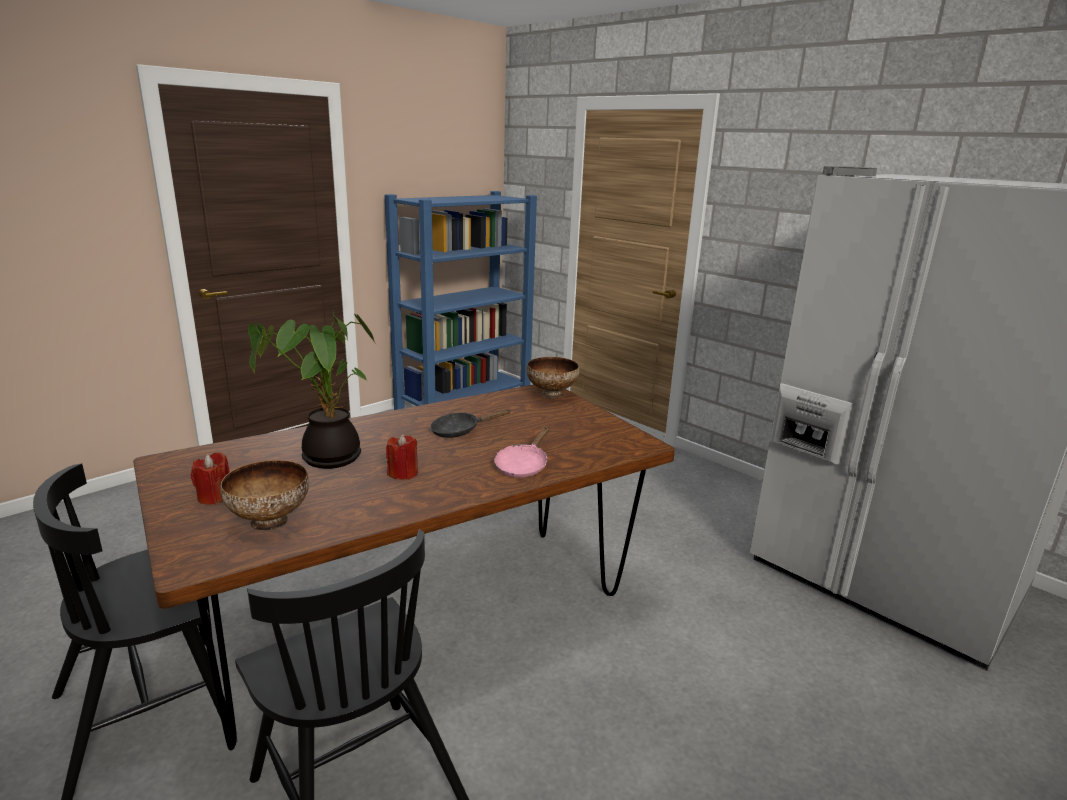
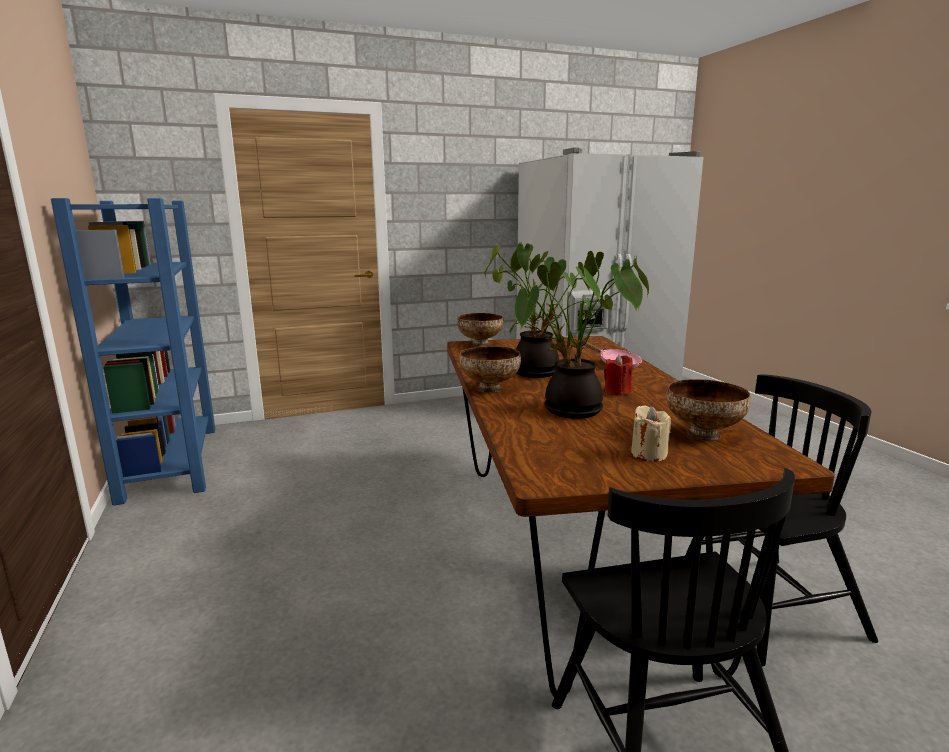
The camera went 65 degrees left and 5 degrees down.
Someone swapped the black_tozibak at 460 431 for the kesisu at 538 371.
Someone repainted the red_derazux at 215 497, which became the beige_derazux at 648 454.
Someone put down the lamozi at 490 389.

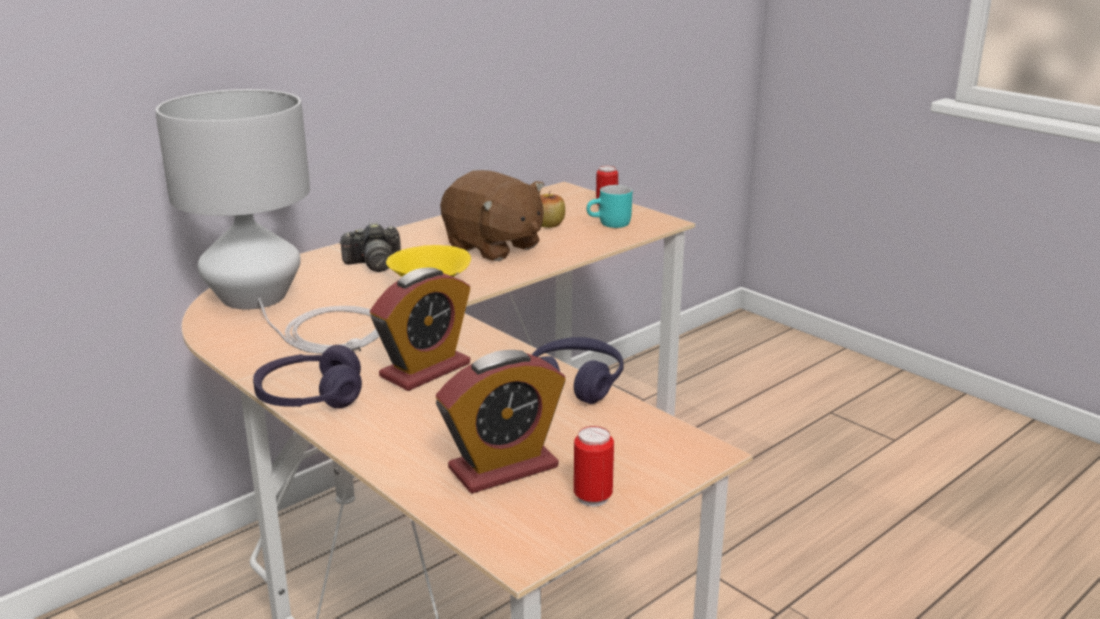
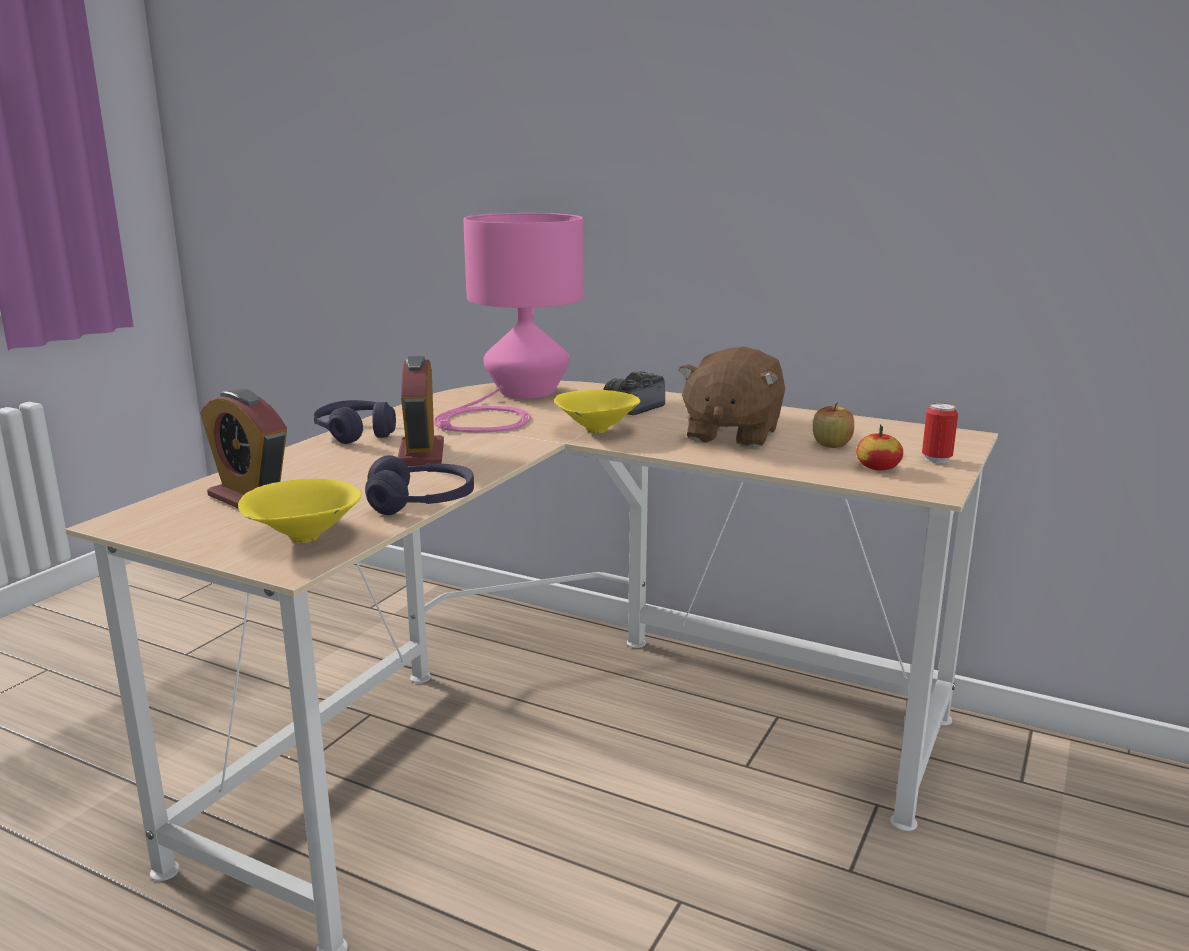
The camera went 70 degrees right and 5 degrees down.
Someone repainted the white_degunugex at 284 309, which became the pink_degunugex at 510 402.
Someone swapped the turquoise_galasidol at 610 224 for the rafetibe at 878 468.
Someone rotated the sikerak at 374 264 by 75 degrees clockwise.
Someone rotated the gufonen at 425 370 by 60 degrees clockwise.
Someone took away the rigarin at 592 497.
Someone put down the yellow_lamozi at 302 539.

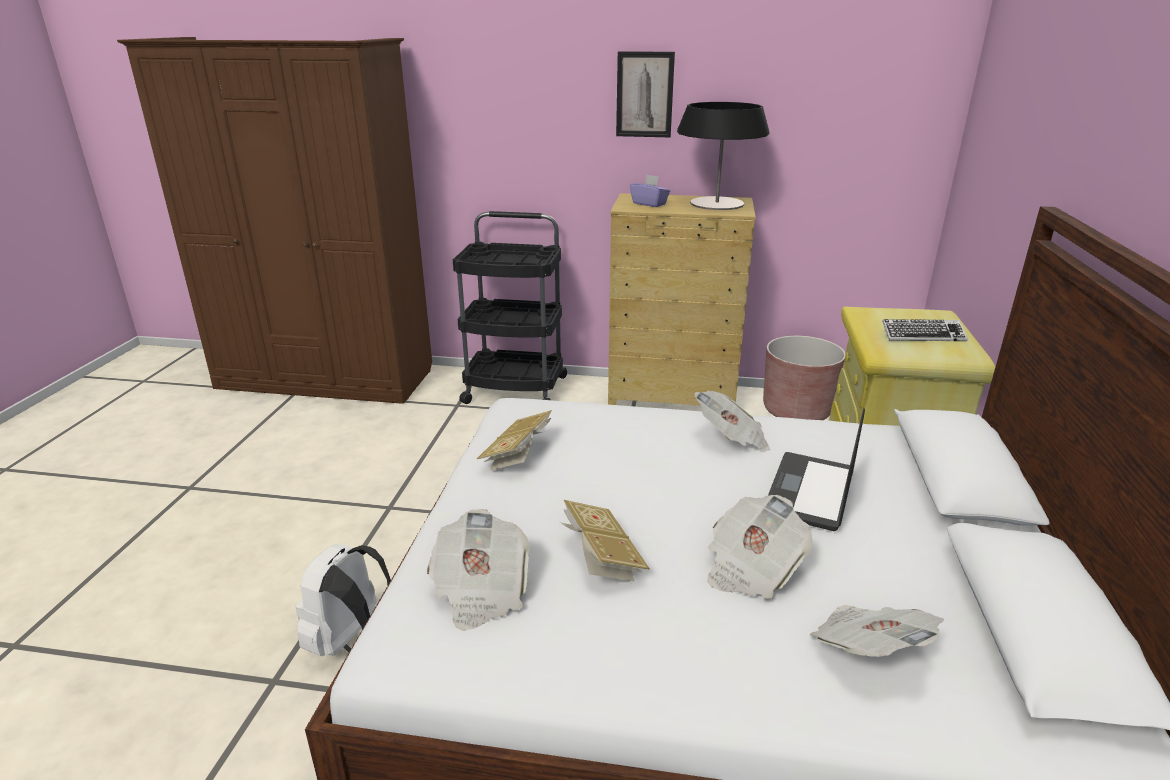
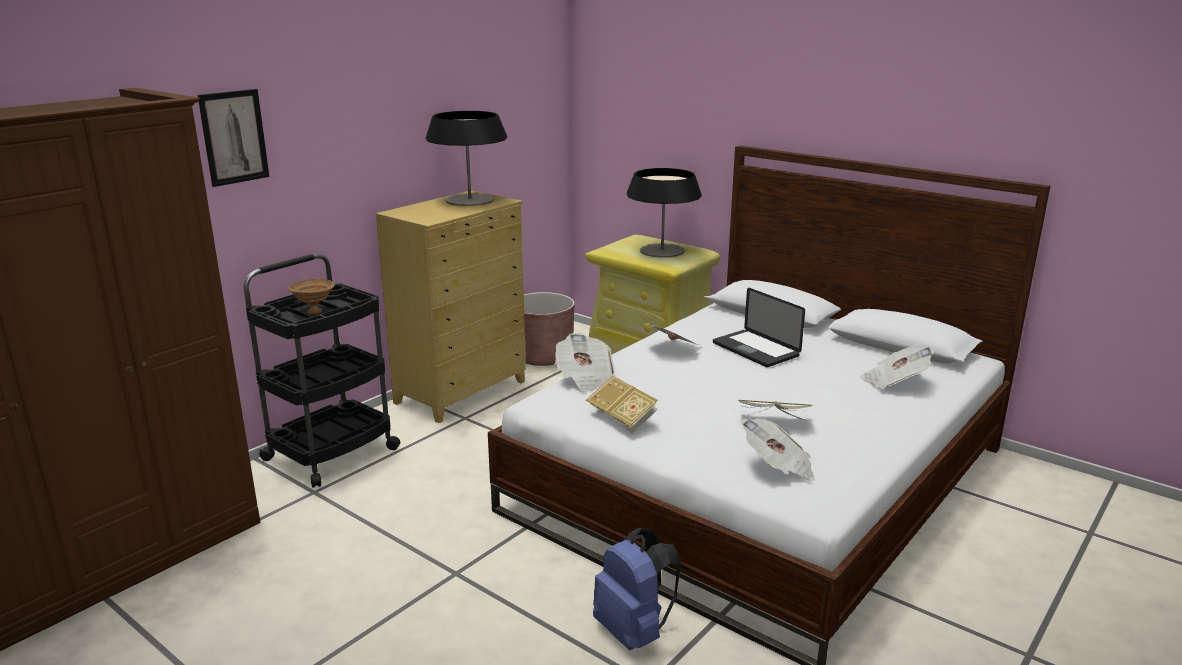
The camera went 60 degrees left and 5 degrees down.
Someone carried the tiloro from 644 95 to 234 137.
Someone took away the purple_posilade at 649 204.
Someone swapped the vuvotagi at 922 335 for the degunugex at 662 250.
Someone carried the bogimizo from 751 568 to 585 378.
Someone repainted the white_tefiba at 352 642, which became the blue_tefiba at 634 631.
Someone put down the brown_lamozi at 313 311.

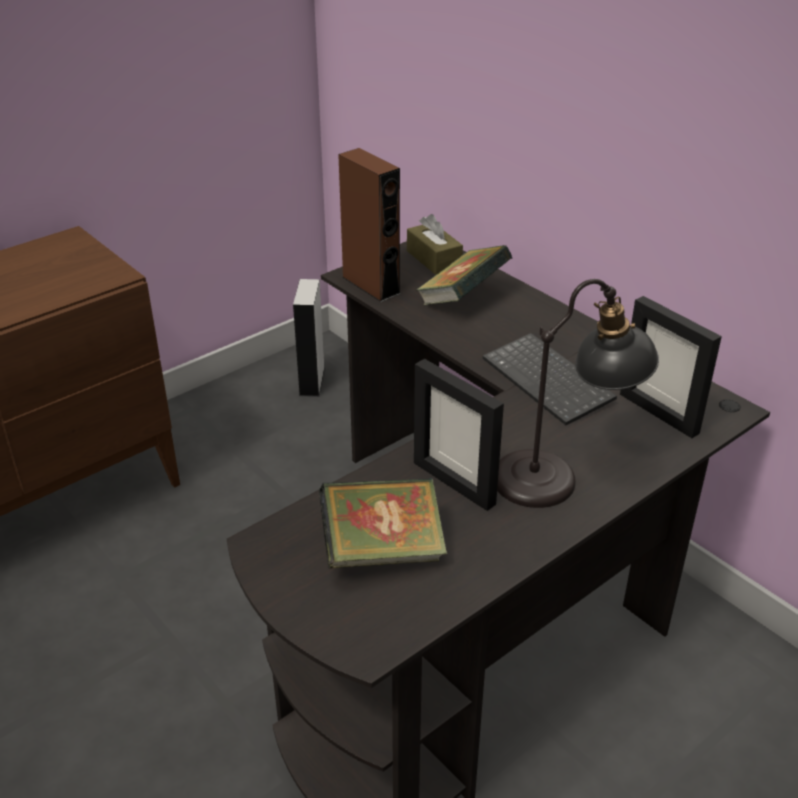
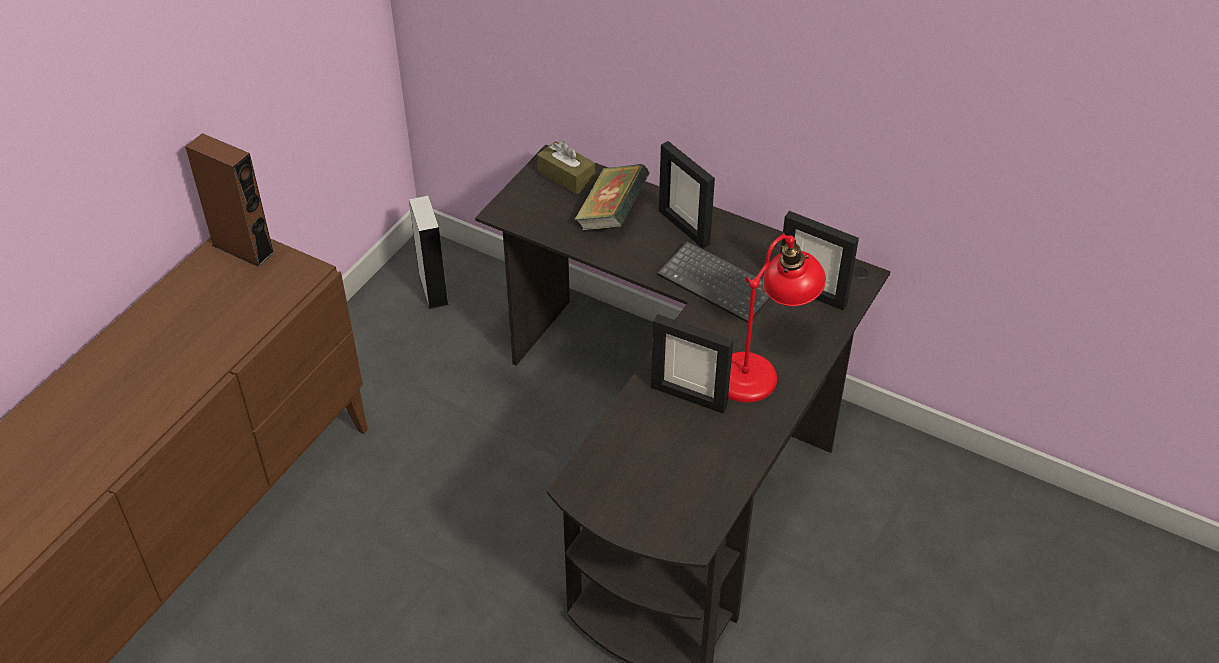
The camera went 20 degrees left and 10 degrees up.
Someone carried the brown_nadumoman from 371 285 to 243 248.
Someone repainted the grey_degunugex at 564 468, which became the red_degunugex at 762 362.
Someone took away the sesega at 382 551.
Someone put down the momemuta at 685 227.

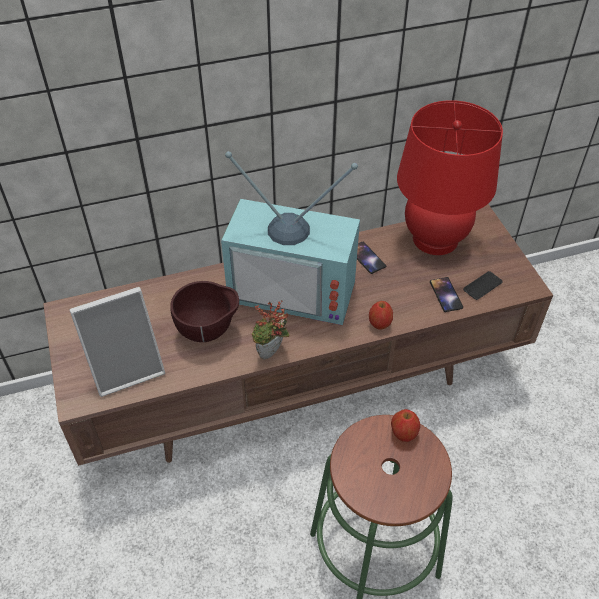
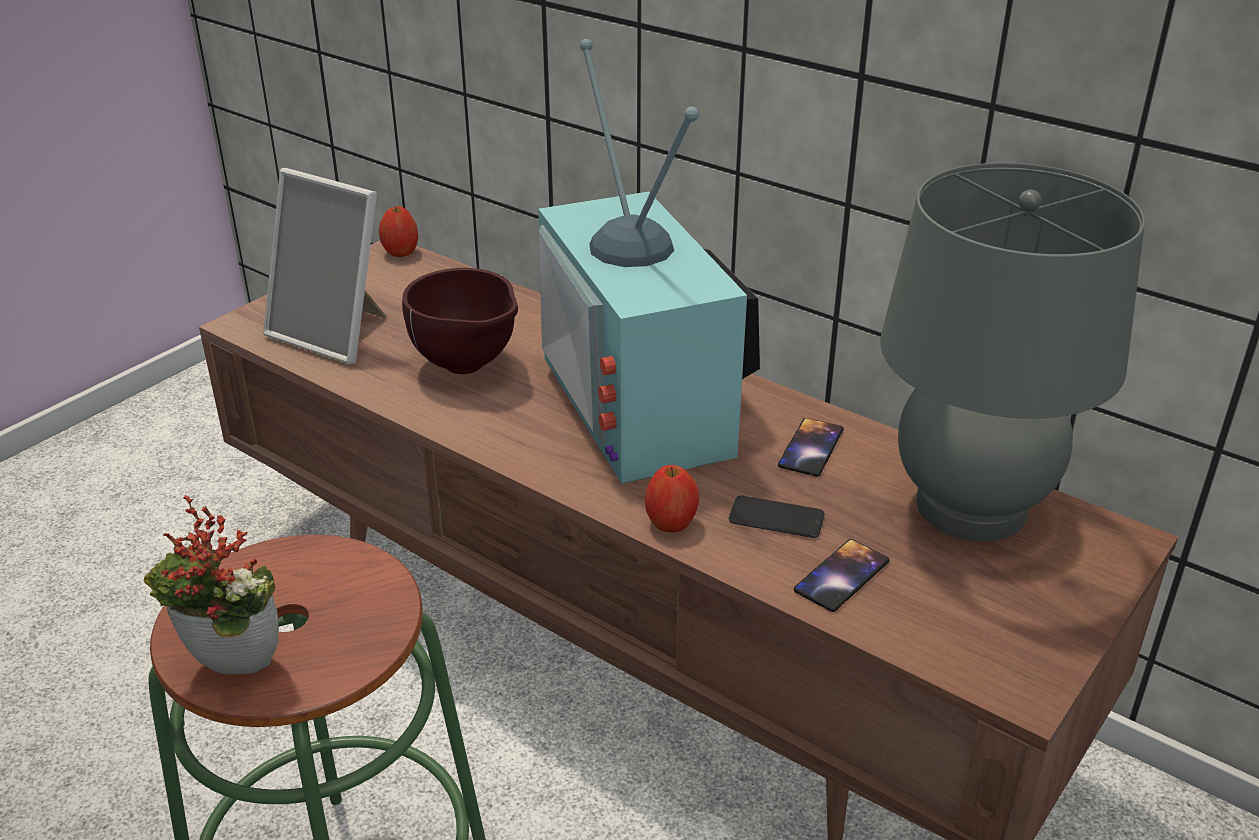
The camera went 55 degrees right and 15 degrees down.
Someone repainted the red_degunugex at 435 239, which became the grey_degunugex at 971 507.
Someone carried the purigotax from 482 286 to 776 518.
Someone carried the kesisu from 271 354 to 230 671.
Someone carried the rafetibe from 403 433 to 401 252.

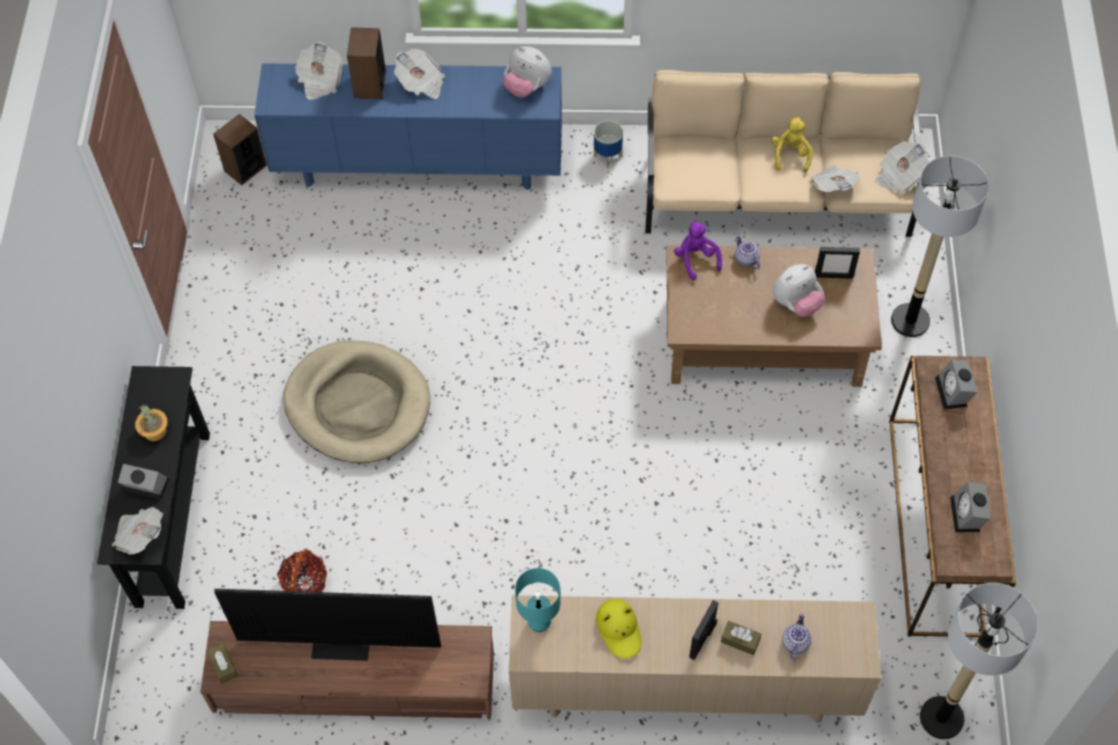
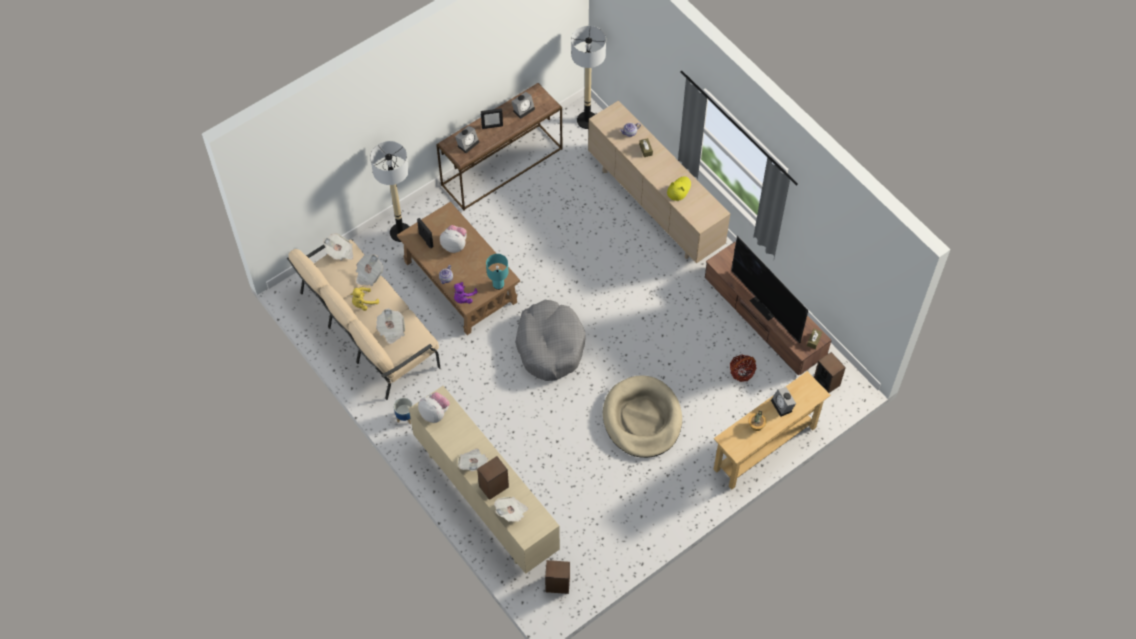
The camera went 130 degrees left and 0 degrees up.
Someone rotated the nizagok at 527 87 by 45 degrees counterclockwise.
Someone repainted the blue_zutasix at 419 166, which became the beige_zutasix at 485 499.
Someone repainted the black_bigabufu at 172 518, which became the beige_bigabufu at 765 448.
Someone carried the bogimizo from 140 535 to 391 330.
Someone carried the turquoise_degunugex from 540 622 to 498 285.
Someone carried the momemuta from 702 640 to 492 126.
Someone put down the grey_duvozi at 550 345.
Someone put down the nadumoman at 826 382.

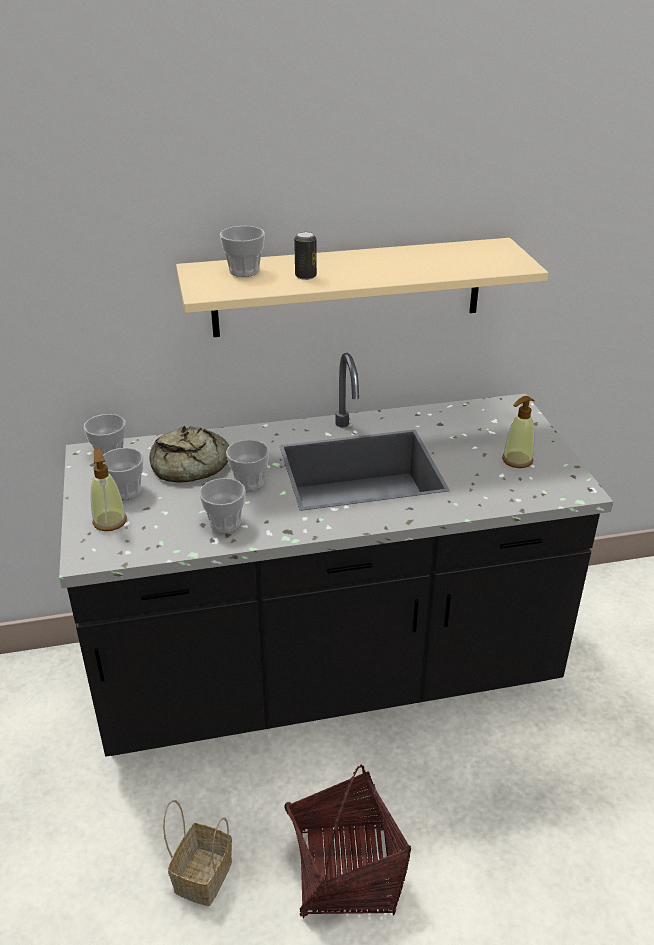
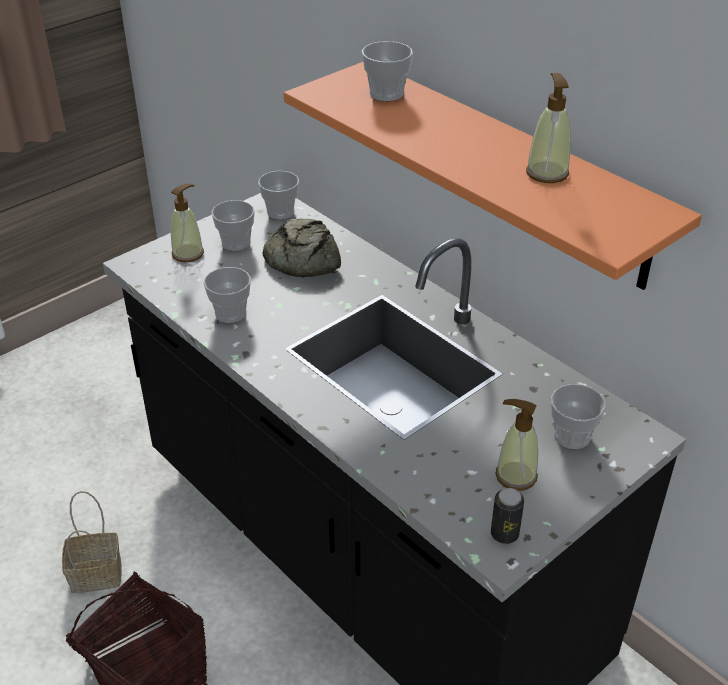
The camera went 60 degrees right and 5 degrees up.
Someone carried the rigarin from 305 276 to 504 534.
Someone repainted the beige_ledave at 348 287, which became the orange_ledave at 509 172.
Someone carried the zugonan from 249 482 to 571 436.
Someone put down the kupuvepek at 547 173.

